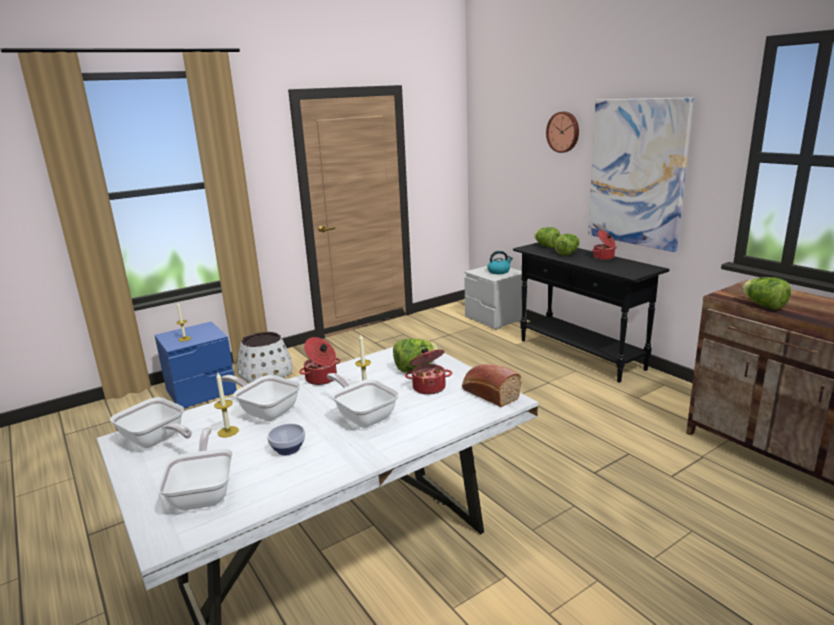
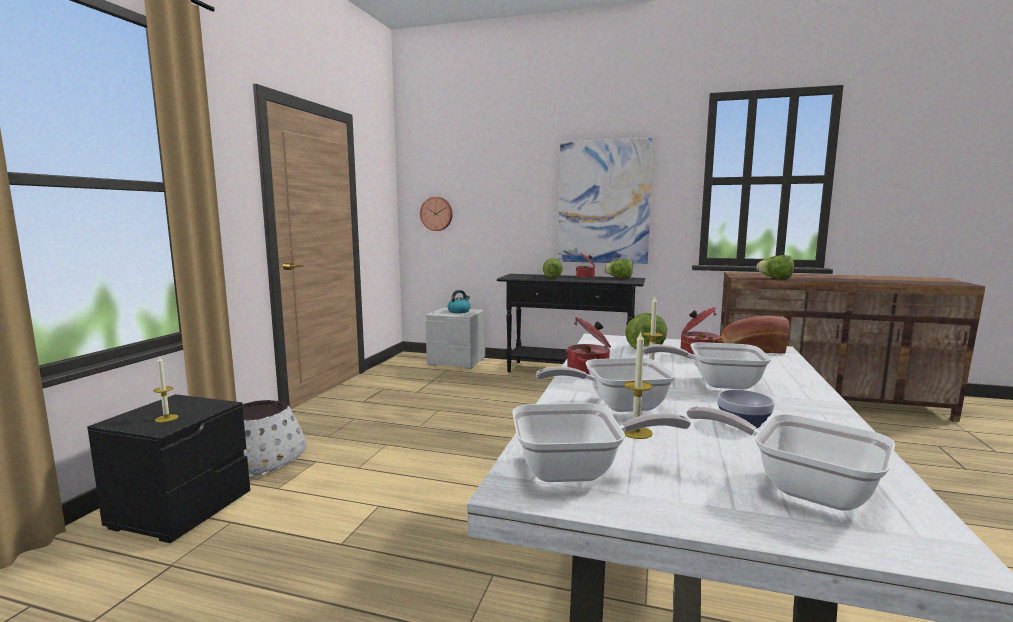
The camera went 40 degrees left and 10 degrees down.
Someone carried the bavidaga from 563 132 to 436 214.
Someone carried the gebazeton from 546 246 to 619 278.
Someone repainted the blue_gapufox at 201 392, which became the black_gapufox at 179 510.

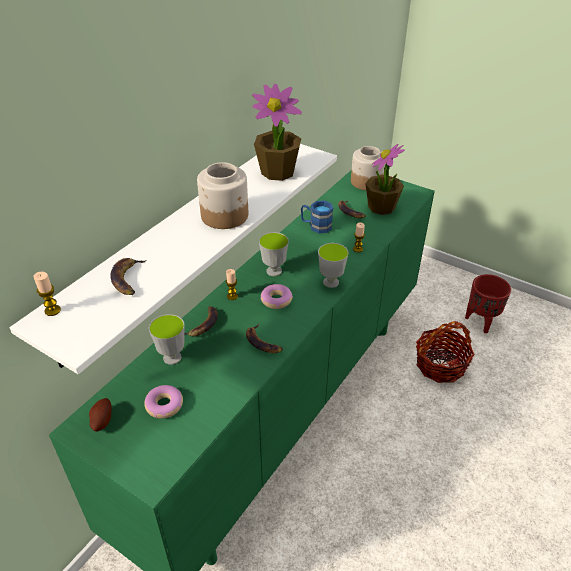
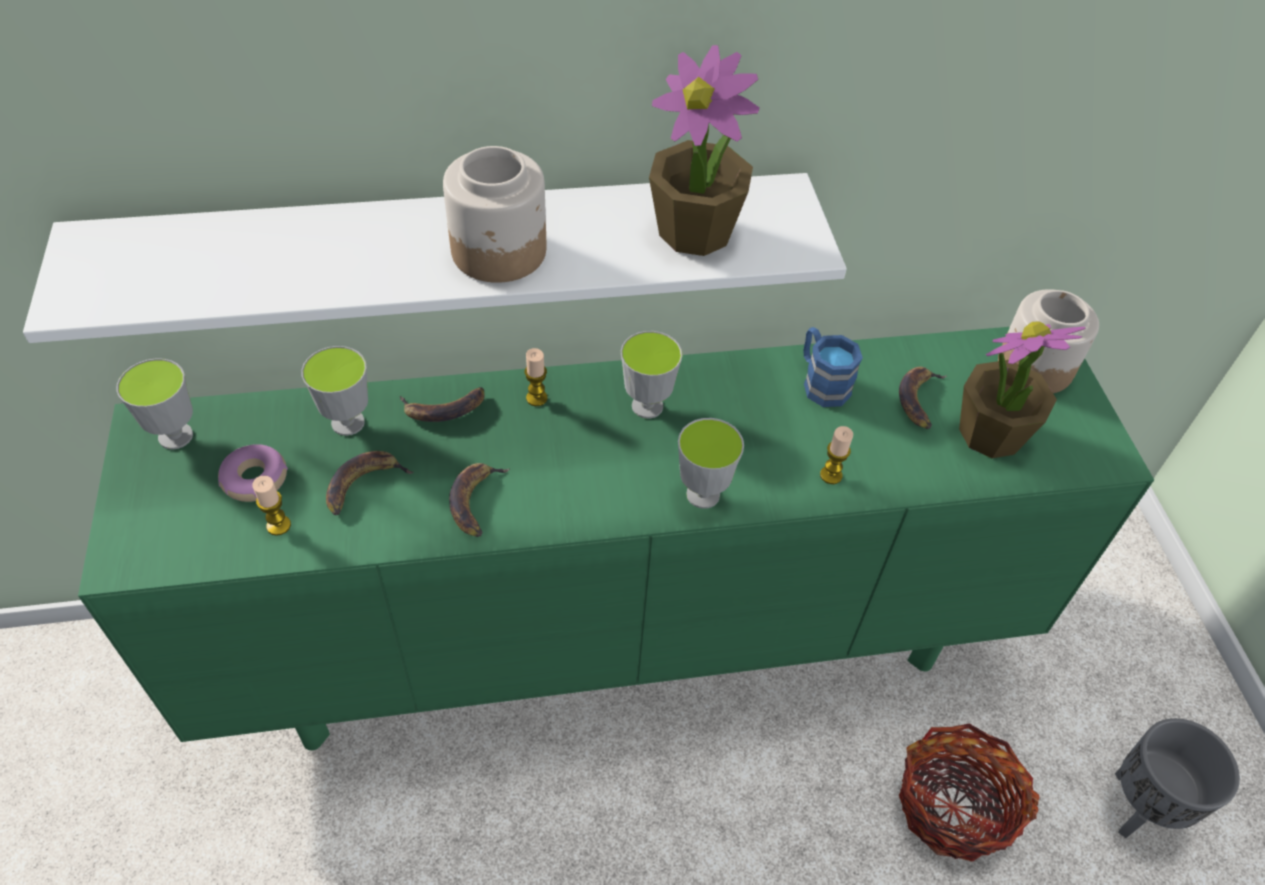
The camera went 45 degrees right and 10 degrees up.
Someone carried the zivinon from 128 279 to 363 485.
Someone carried the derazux from 52 310 to 278 525.
Someone repainted the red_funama at 481 321, which became the grey_funama at 1140 808.
Someone took away the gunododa at 276 300.
Someone swapped the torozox at 101 421 for the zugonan at 175 436.

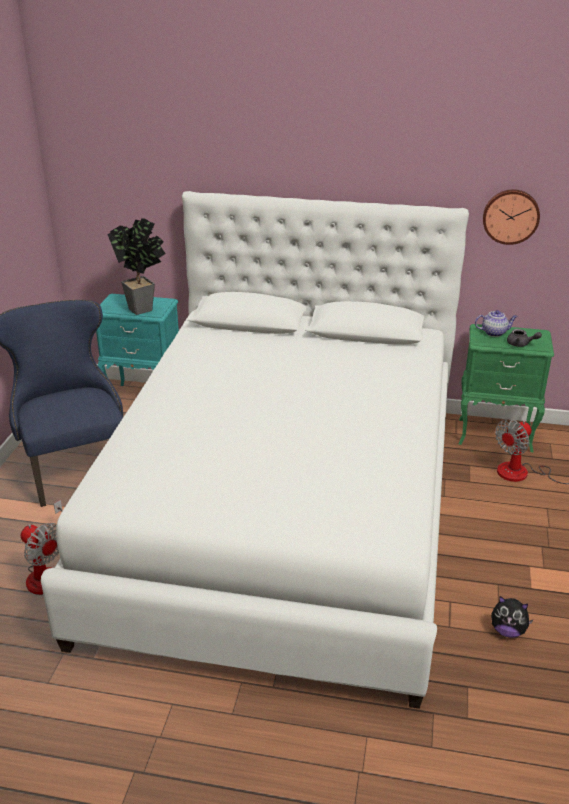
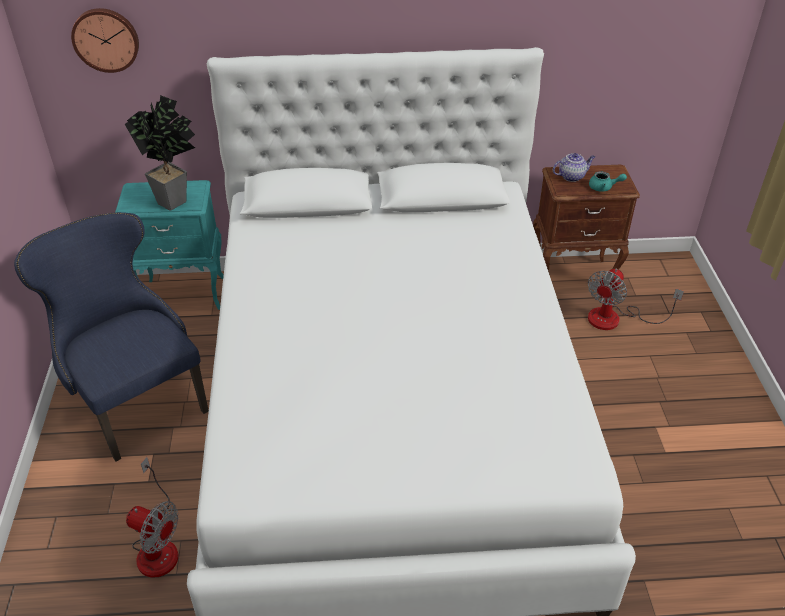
The camera went 15 degrees left and 10 degrees up.
Someone carried the bavidaga from 511 216 to 106 39.
Someone repainted the green_gapufox at 495 435, which became the brown_gapufox at 572 277.
Someone repainted the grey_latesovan at 520 344, which became the turquoise_latesovan at 604 188.
Someone took away the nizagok at 507 631.

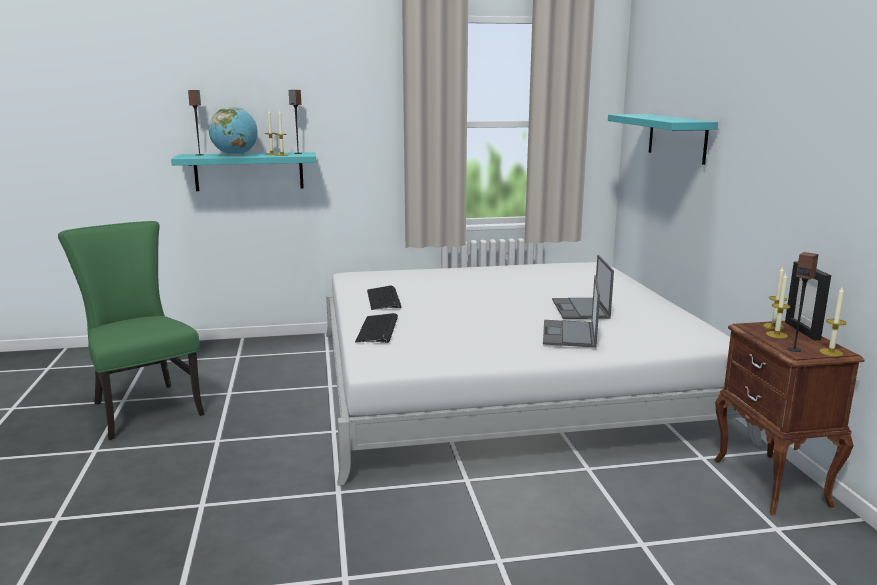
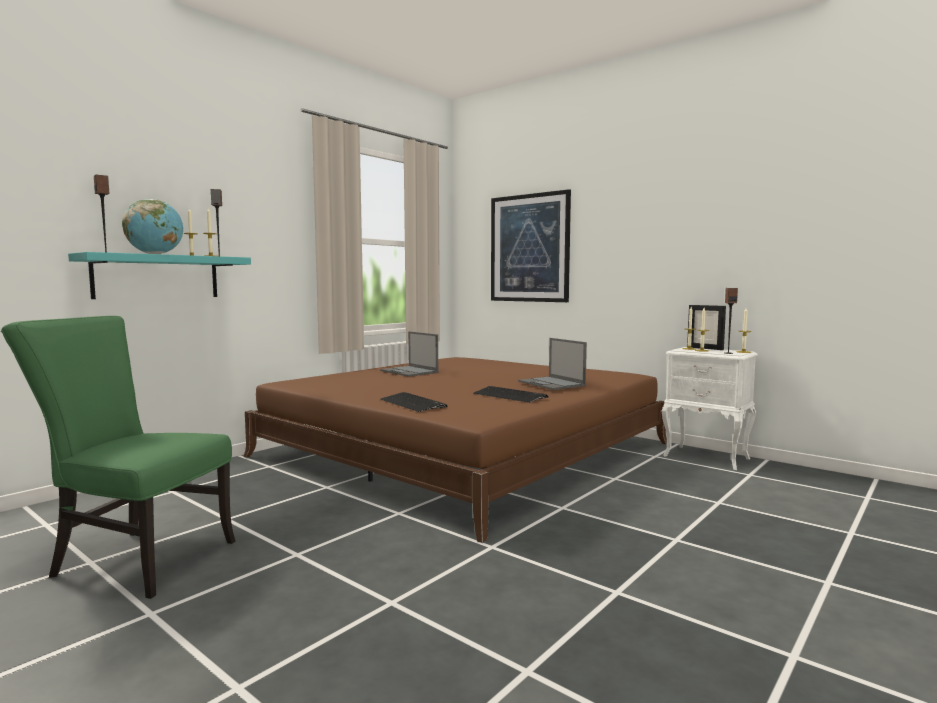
The camera went 40 degrees left and 10 degrees down.
Someone swapped the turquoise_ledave at 677 138 for the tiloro at 529 248.
Someone carried the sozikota from 581 309 to 409 371.
Someone repainted the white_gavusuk at 505 380, which became the brown_gavusuk at 463 450.
Someone carried the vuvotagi from 384 299 to 510 396.
Someone repainted the brown_gapufox at 771 483, which became the white_gapufox at 706 457.

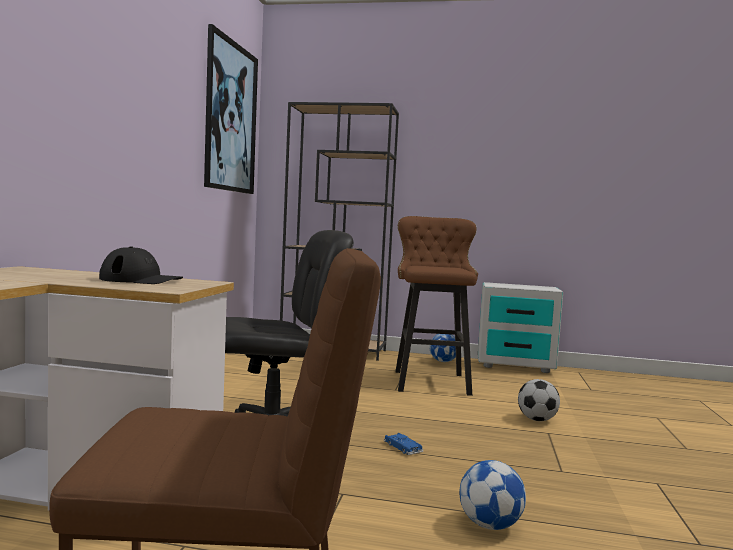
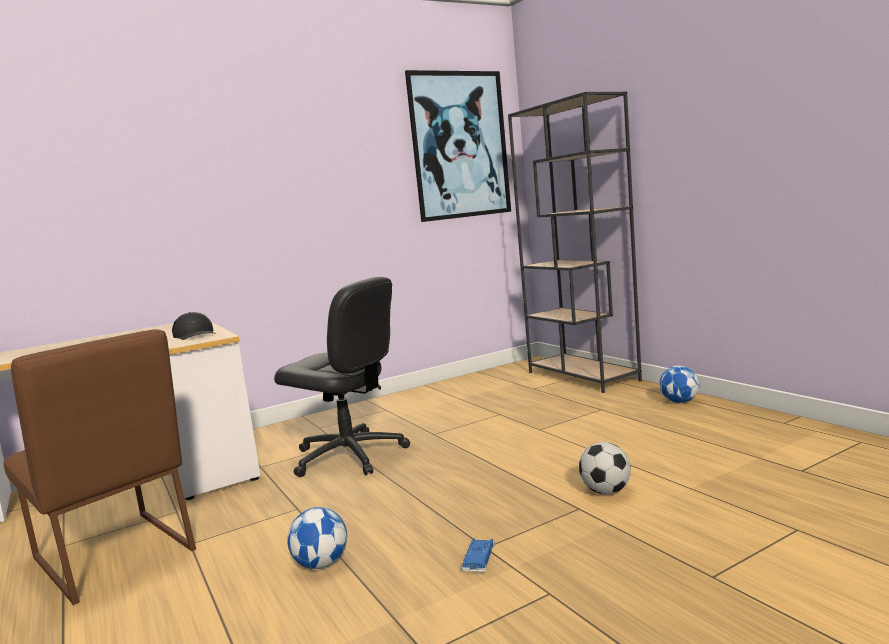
The camera went 50 degrees right and 5 degrees up.
Someone took away the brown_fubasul at 430 379.
Someone took away the white_gapufox at 515 367.
Someone carried the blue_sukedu from 403 447 to 478 559.

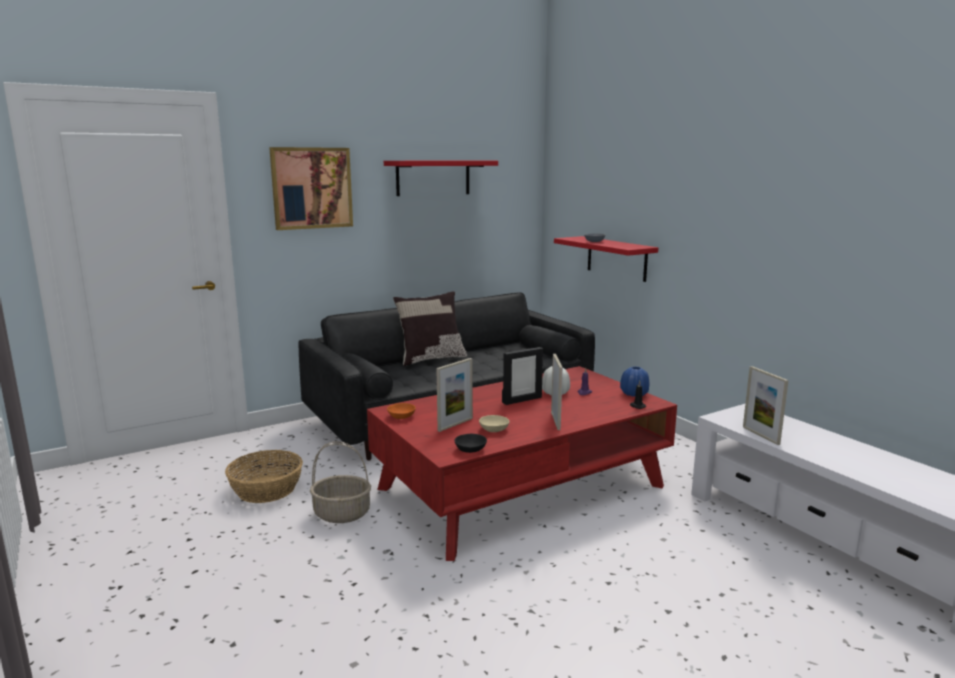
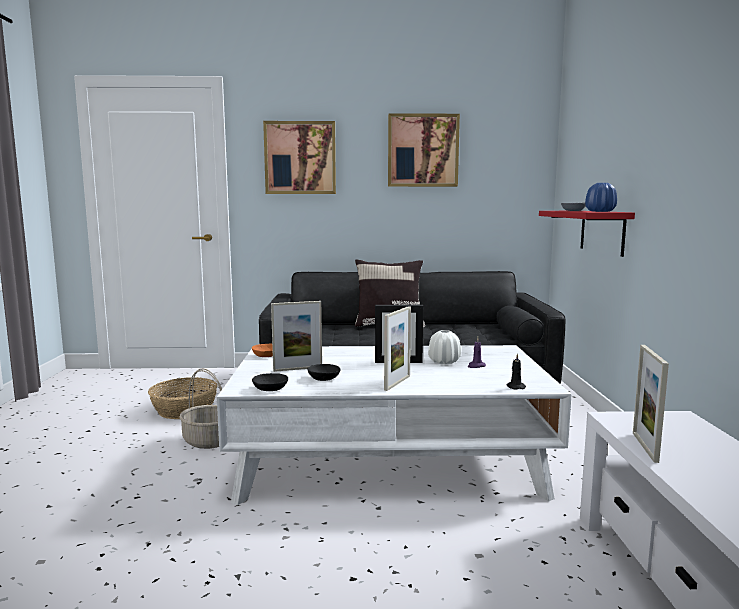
The camera went 30 degrees right and 5 degrees down.
Someone swapped the red_ledave at 433 177 for the tiloro at 423 150.
Someone repainted the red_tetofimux at 522 487, which became the white_tetofimux at 390 460.
Someone carried the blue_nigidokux from 634 394 to 600 211.
Someone repainted the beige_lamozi at 494 429, which became the black_lamozi at 325 378.

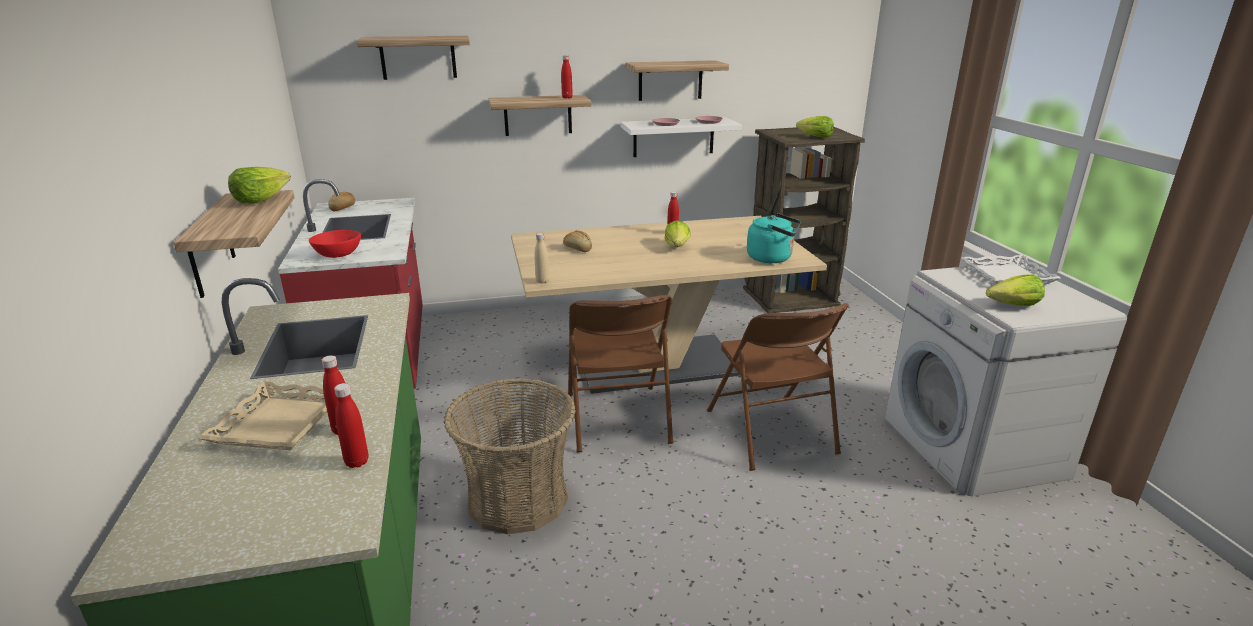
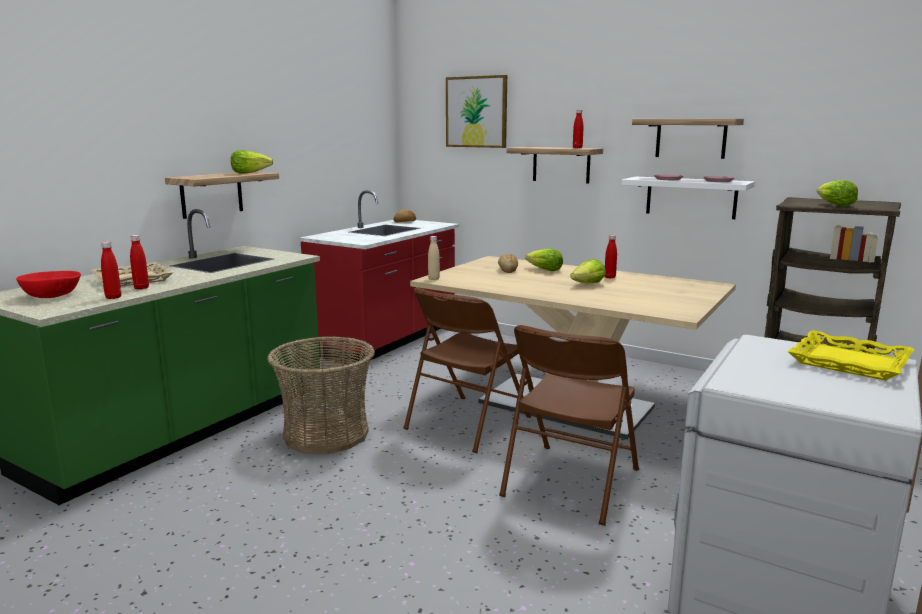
The camera went 45 degrees right and 10 degrees down.
Someone swapped the ledave at 418 57 for the tiloro at 476 112.
Someone took away the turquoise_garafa at 772 258.
Someone carried the red_lamozi from 337 254 to 52 295.
Someone repainted the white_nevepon at 1006 275, which became the yellow_nevepon at 849 362.
Someone carried the gebazeton from 1013 306 to 544 270.

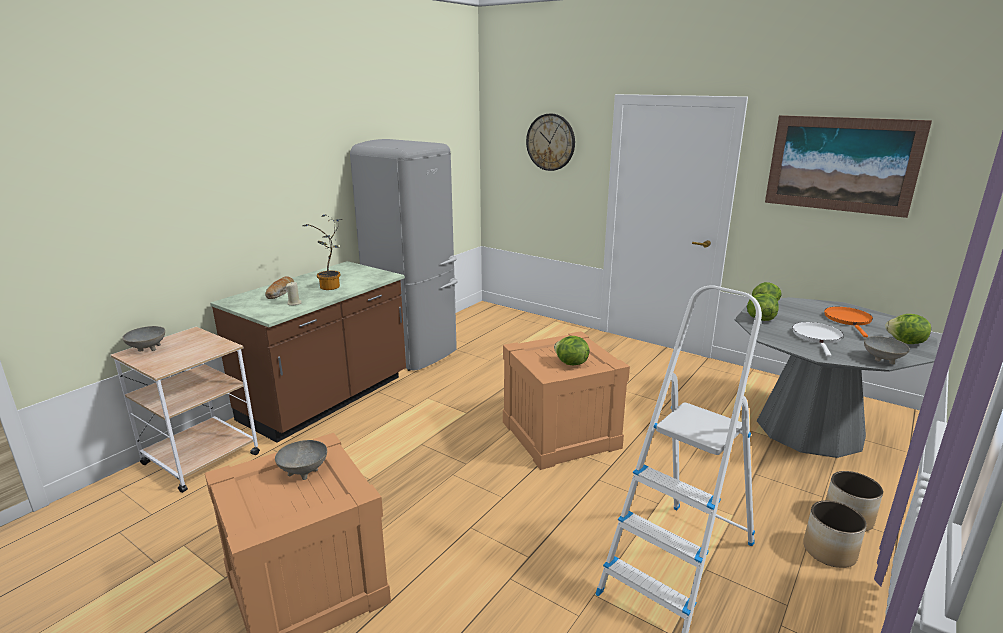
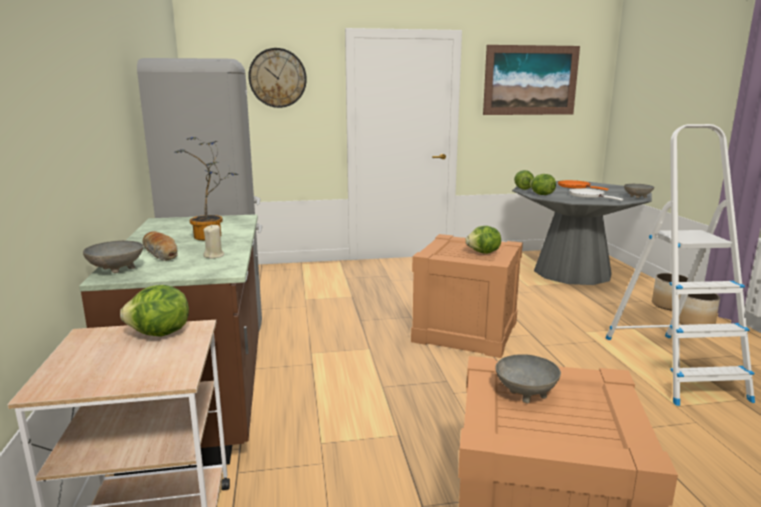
The camera went 45 degrees left and 5 degrees down.
Someone carried the gebazeton from 905 342 to 159 334.
Someone carried the grey_lamozi from 147 348 to 115 270.

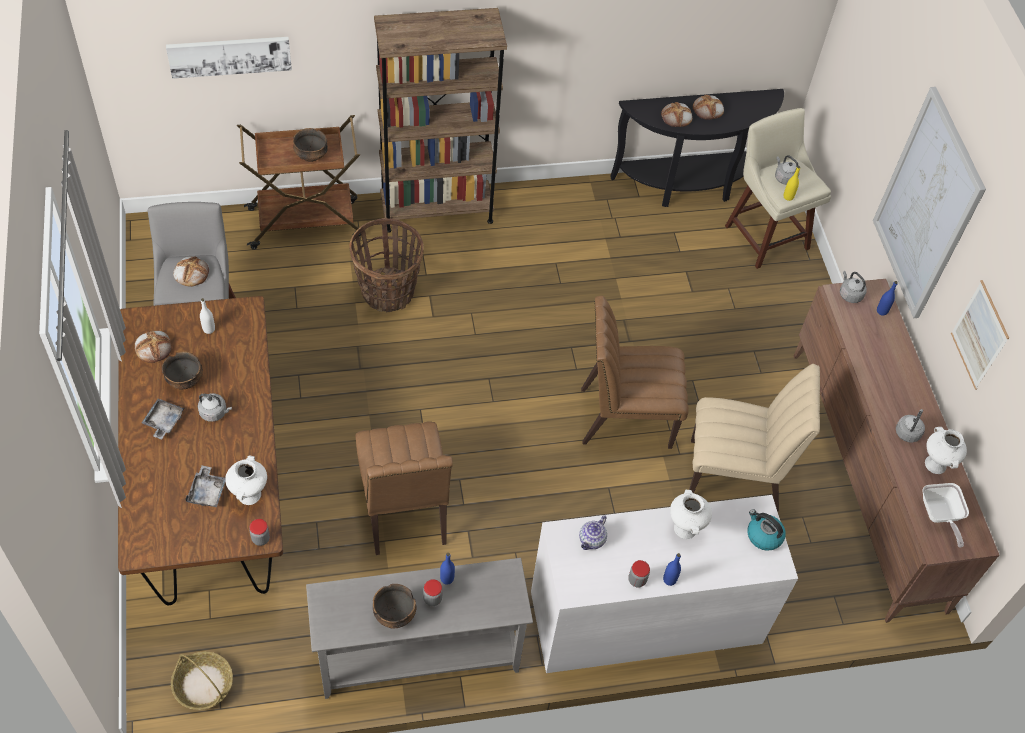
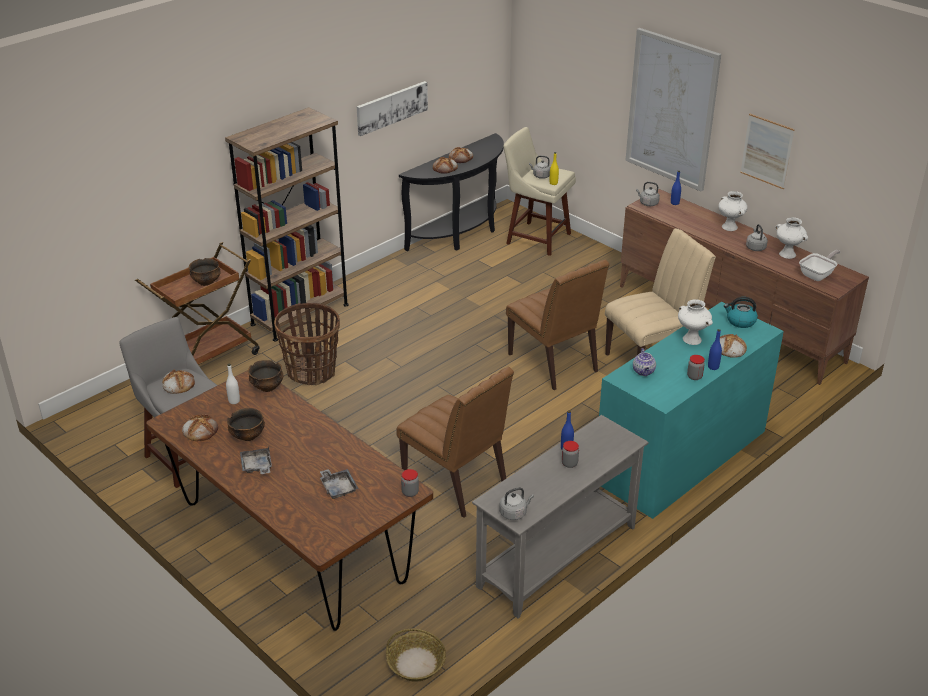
The camera went 30 degrees left and 20 degrees down.
Someone carried the tiloro from 229 55 to 391 107.
Someone rotated the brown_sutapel at 626 417 by 90 degrees counterclockwise.
Someone carried the grey_garafa from 215 412 to 514 513.
Someone carried the white_nigidokux from 250 495 to 730 227.
Someone rotated the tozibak at 940 516 by 90 degrees counterclockwise.
Someone repainted the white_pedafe at 644 617, which became the turquoise_pedafe at 680 456.
Someone carried the lamozi from 394 615 to 267 387.
Someone put down the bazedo at 729 348.

